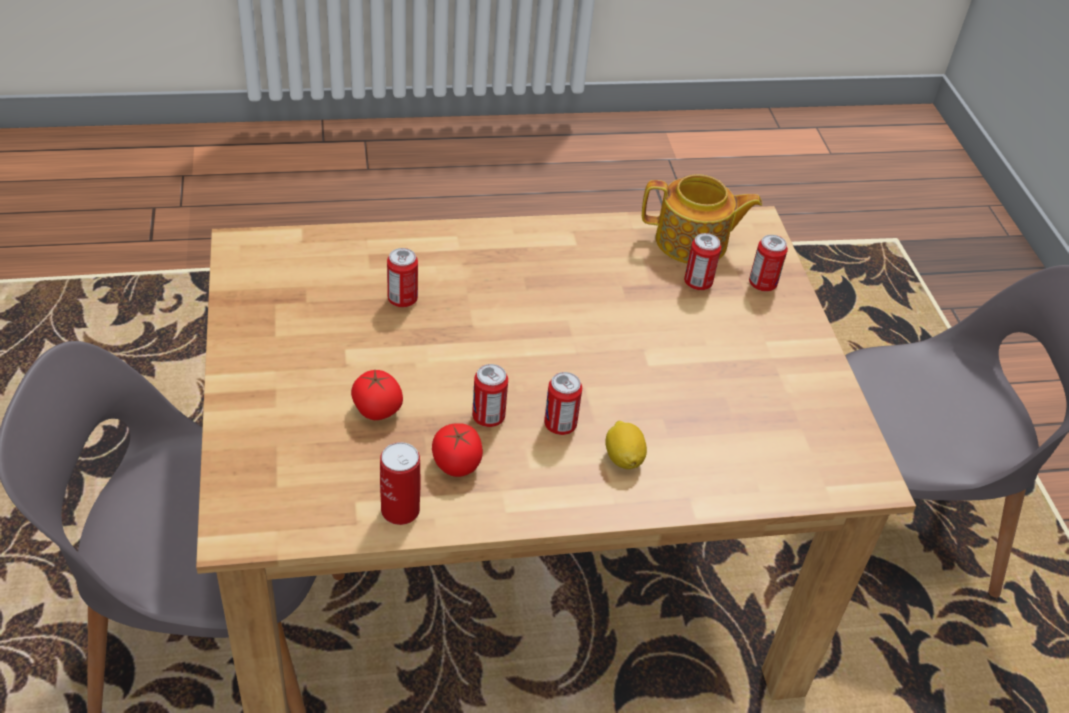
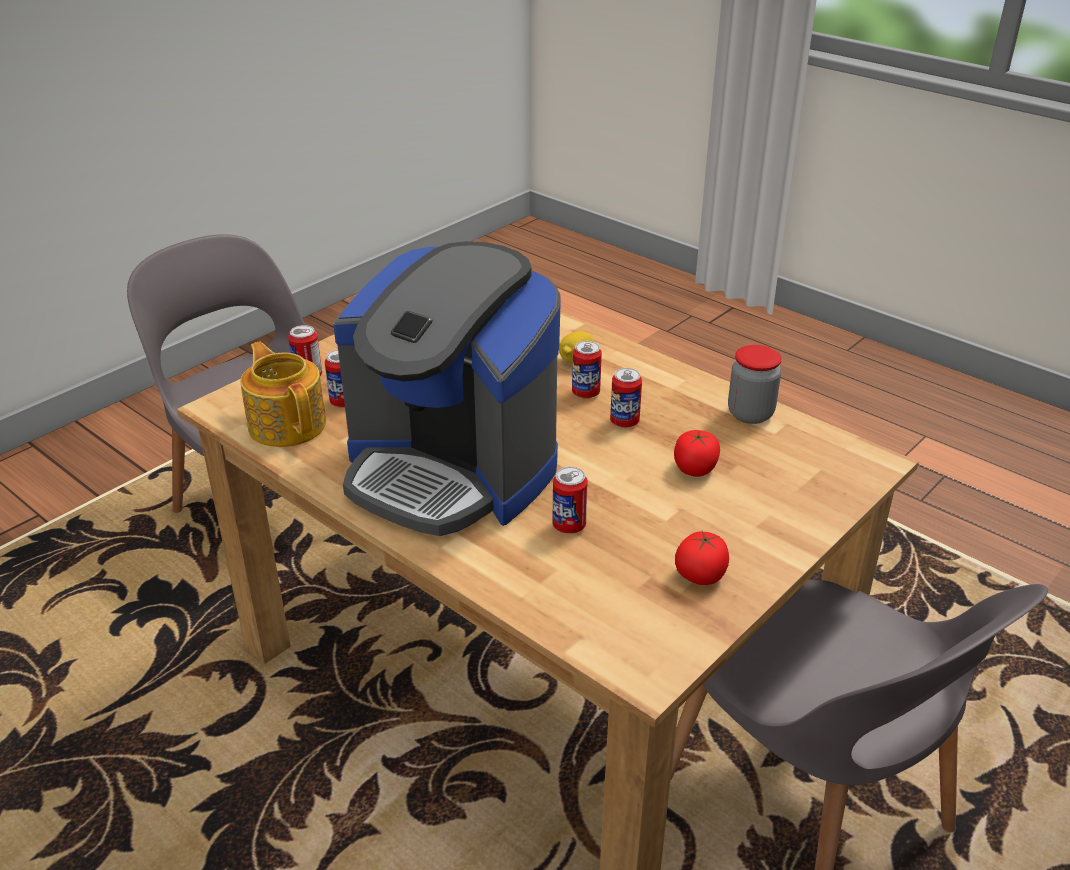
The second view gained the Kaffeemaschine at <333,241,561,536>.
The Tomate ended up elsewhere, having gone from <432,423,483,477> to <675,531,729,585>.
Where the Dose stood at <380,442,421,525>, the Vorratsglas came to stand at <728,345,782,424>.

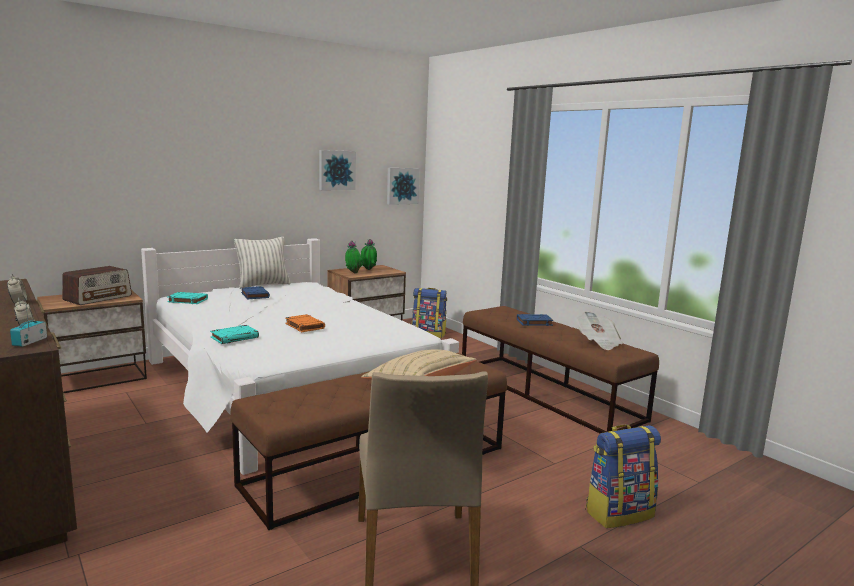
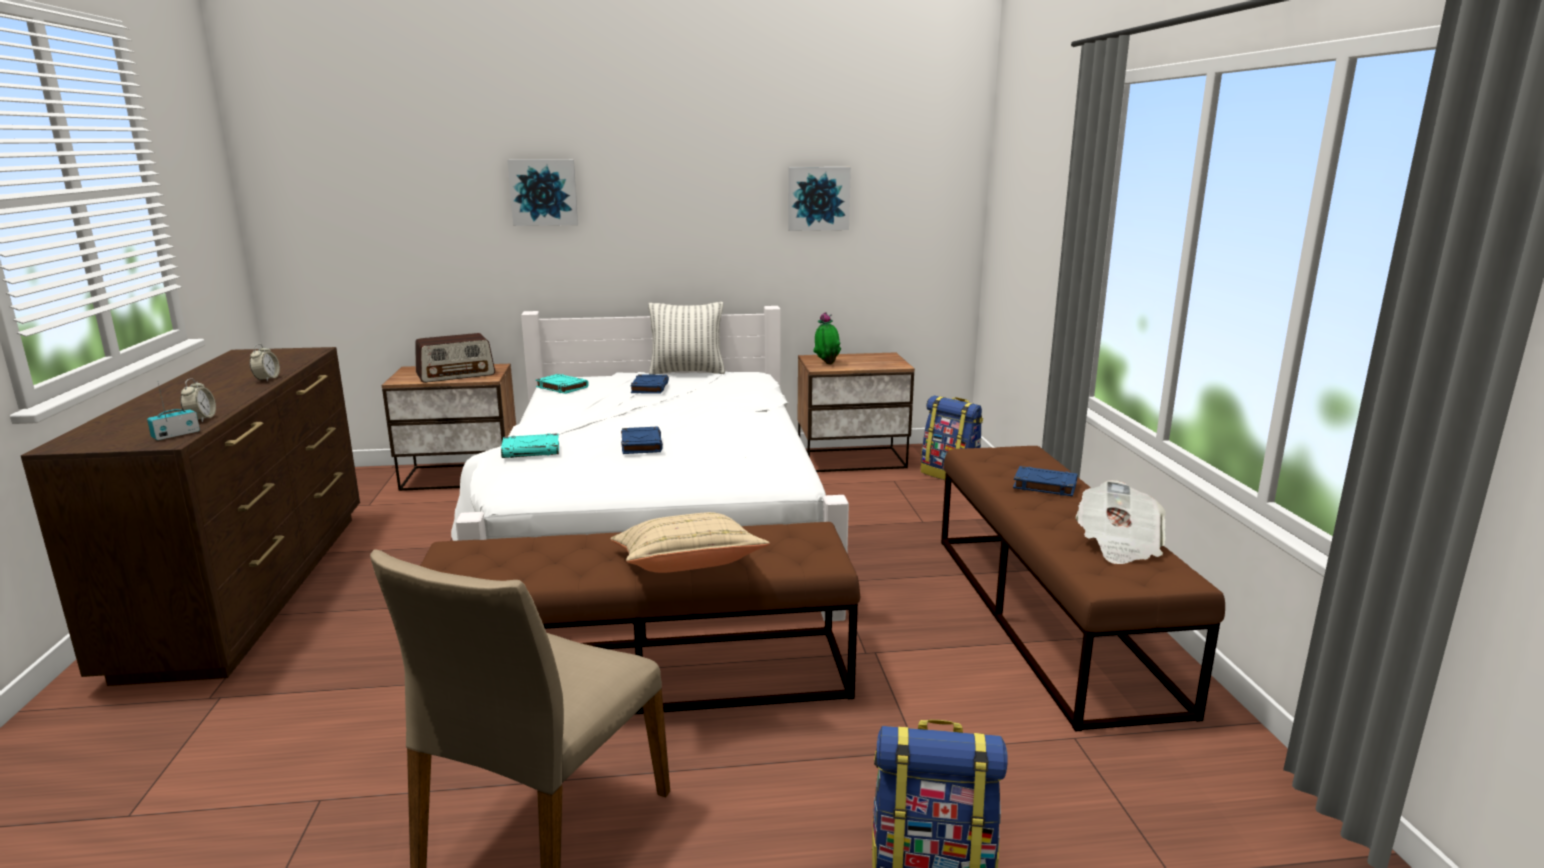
The second view lost the Topfpflanze at <361,239,377,270>.
The Bild ended up elsewhere, having gone from <387,168,420,205> to <507,159,578,226>.
What was the Buch [orange] at <285,314,325,332> turned into the Buch [blau] at <621,427,663,454>.

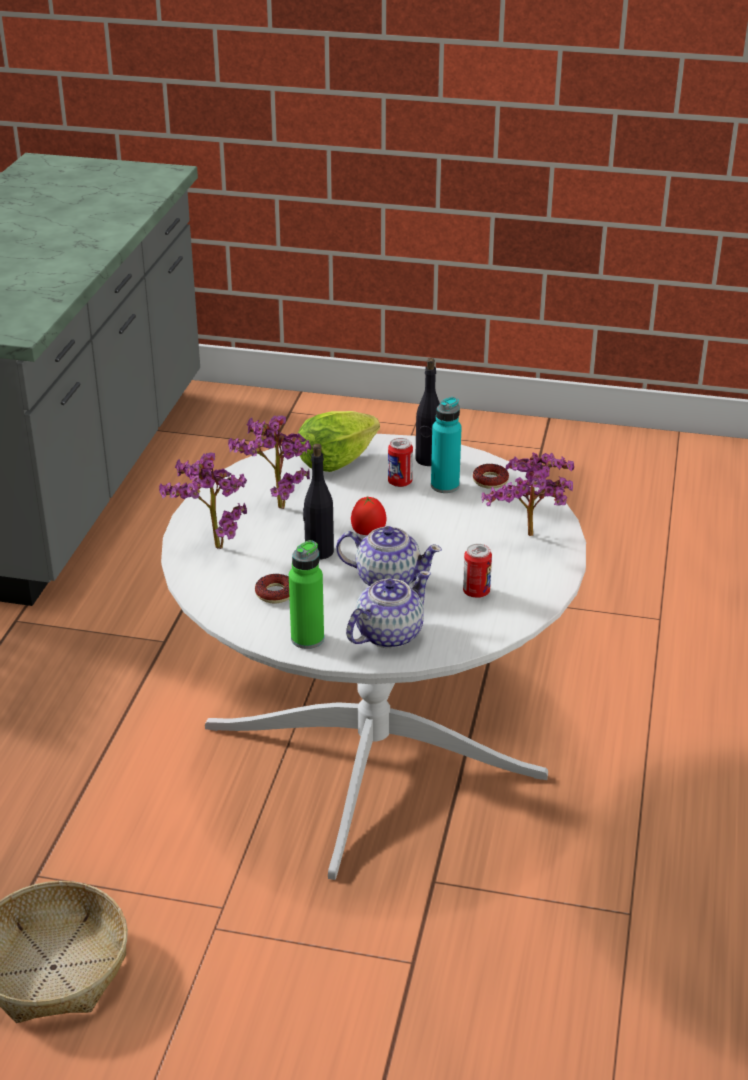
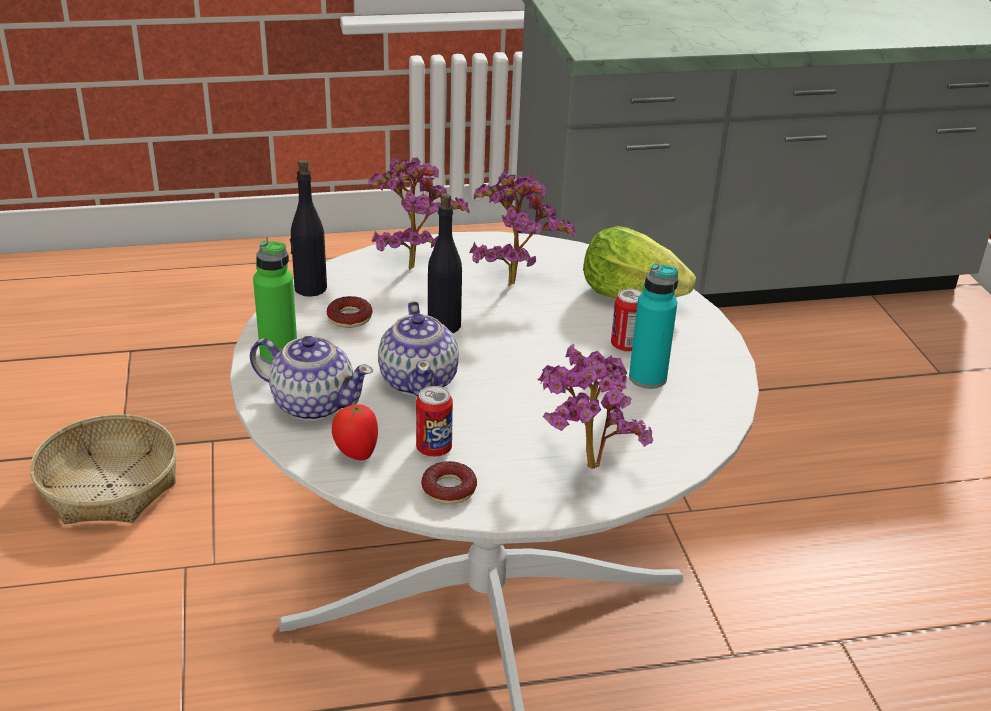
The Tomate ended up elsewhere, having gone from <351,497,387,535> to <332,403,378,461>.
The Flasche [schwarz] ended up elsewhere, having gone from <415,358,440,466> to <290,159,327,297>.
The Donut ended up elsewhere, having gone from <473,464,509,489> to <421,461,477,504>.

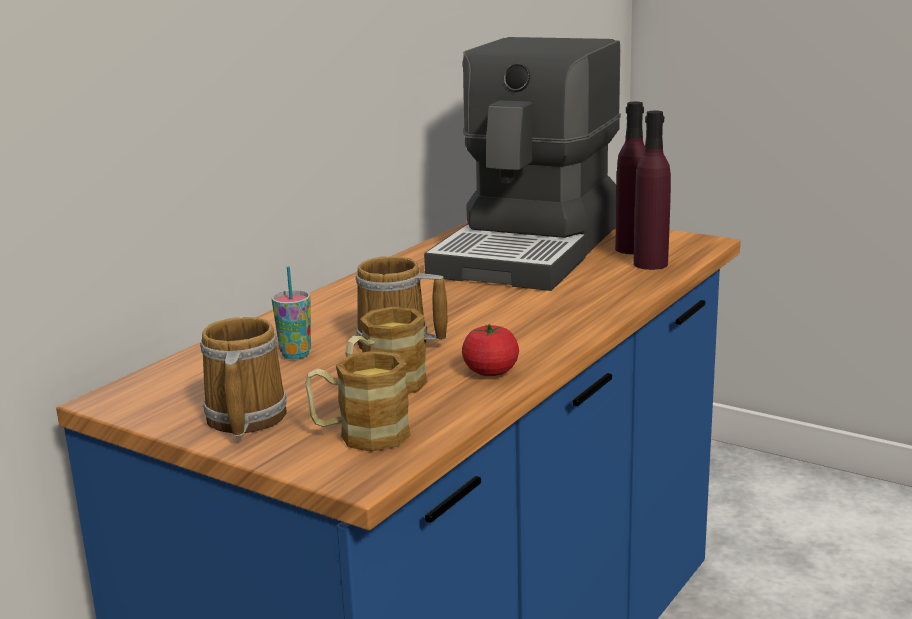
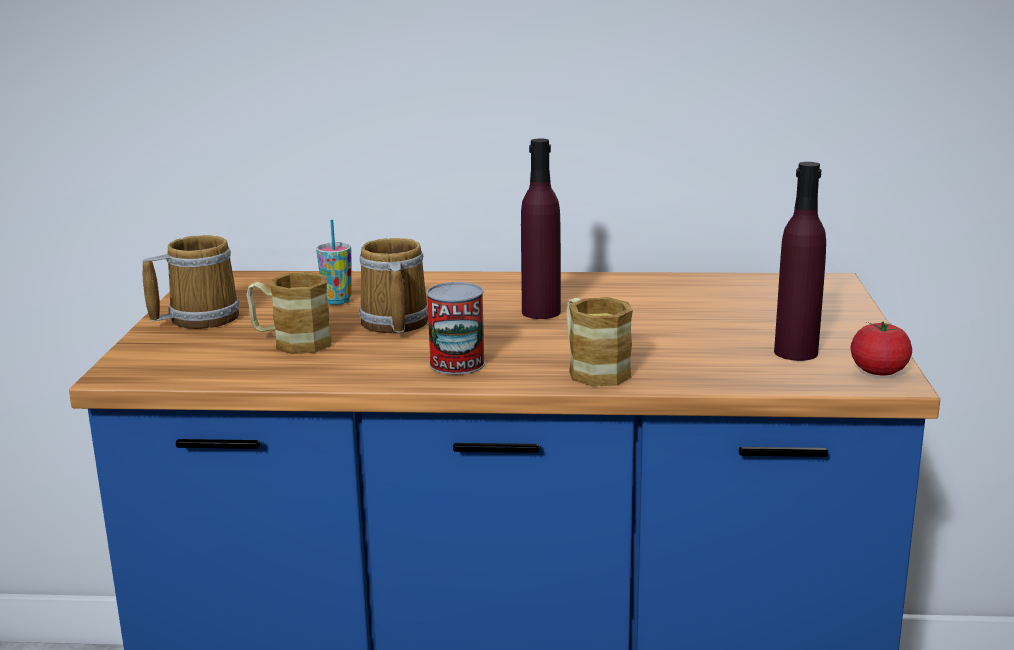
The second view lost the Kaffeemaschine at <424,37,621,291>.
The second view gained the Dose at <427,282,485,375>.
The Henkelbecher ended up elsewhere, having gone from <305,351,411,452> to <567,297,633,387>.
The Tomate ended up elsewhere, having gone from <462,324,519,376> to <850,322,912,375>.
The Flasche [lila] ended up elsewhere, having gone from <633,111,671,270> to <521,139,561,319>.

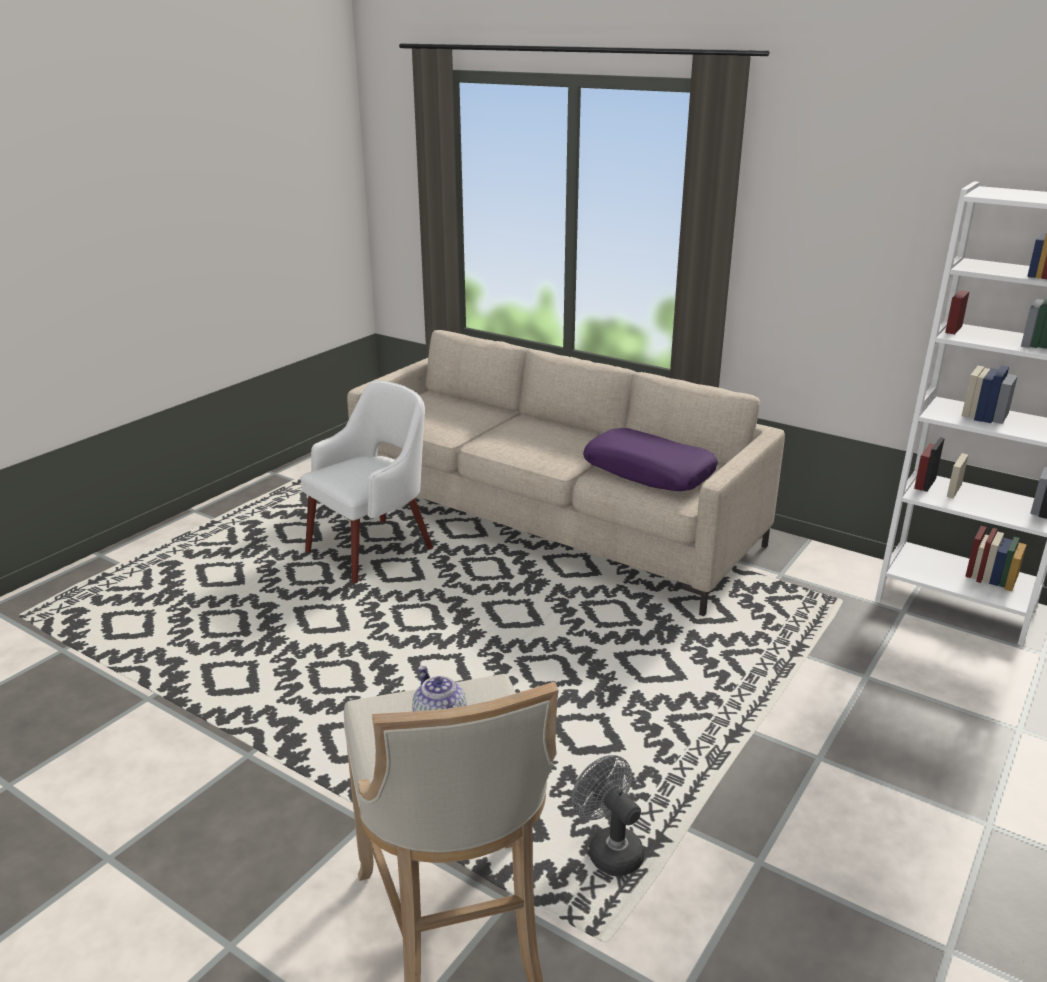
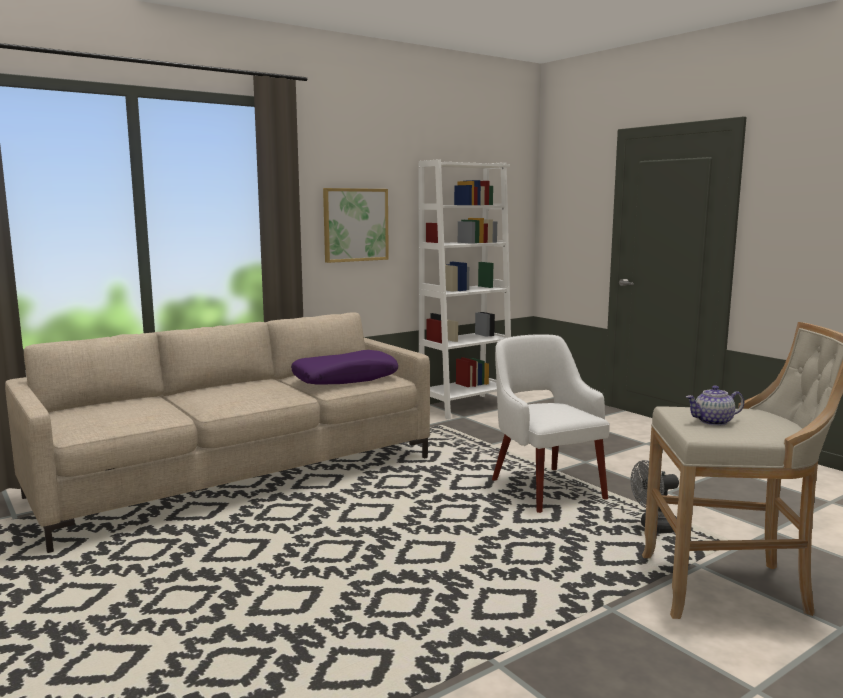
The second view gained the Bild at <323,188,389,263>.
The Sessel [weiß] ended up elsewhere, having gone from <301,381,433,583> to <492,334,610,513>.

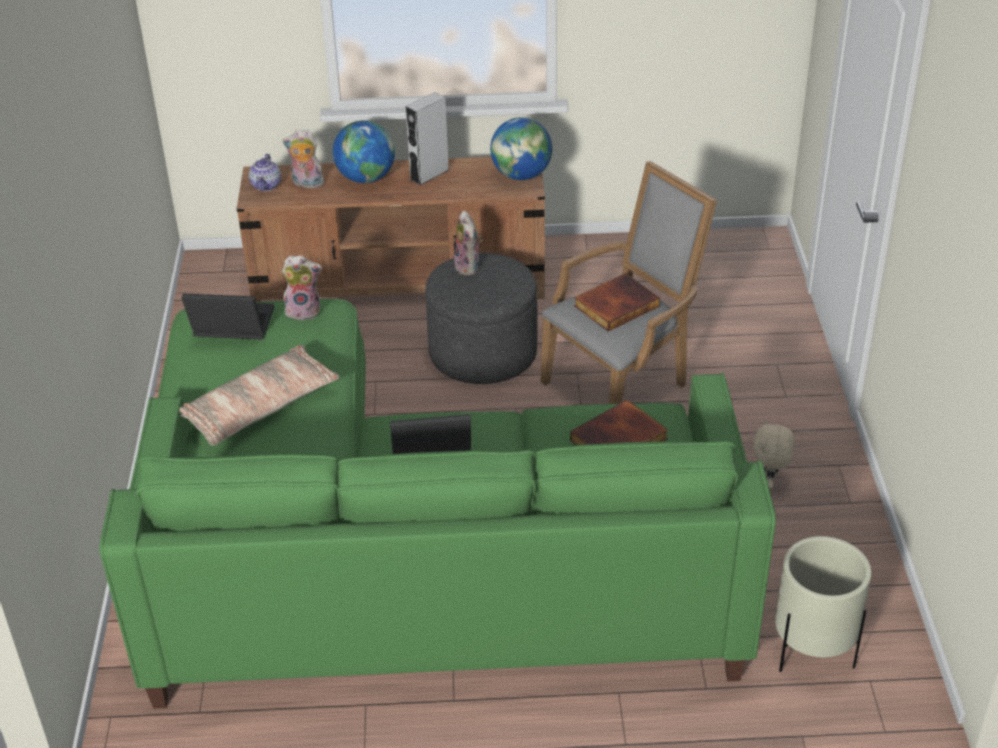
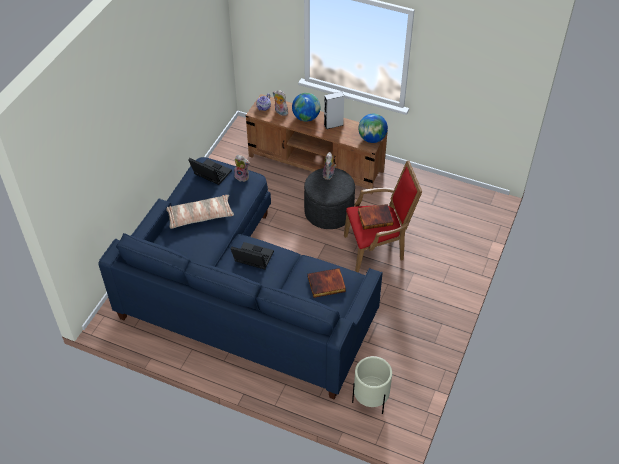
The second view lost the Plüschtier [beige] at <753,420,795,489>.
What was the Sofa [grün] at <99,299,776,709> turned into the Sofa [blau] at <98,157,382,399>.
What was the Sessel [grau] at <541,161,717,404> turned into the Sessel [rot] at <344,161,422,272>.

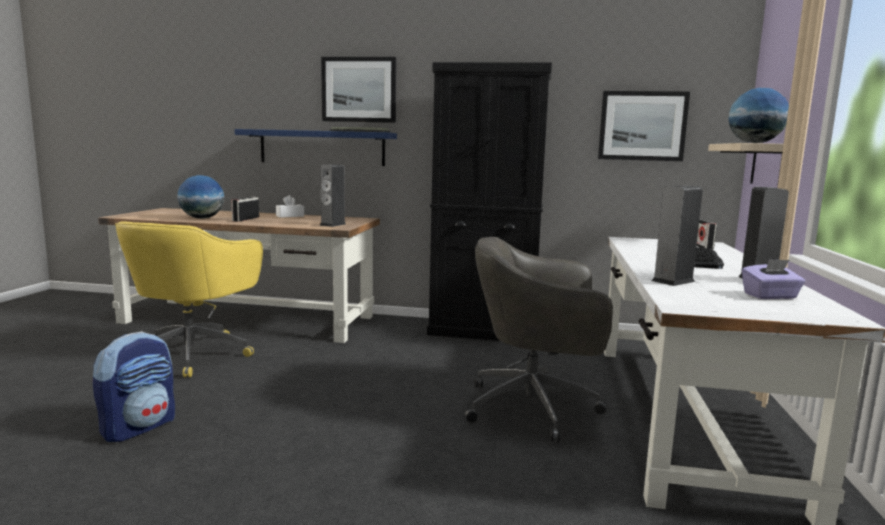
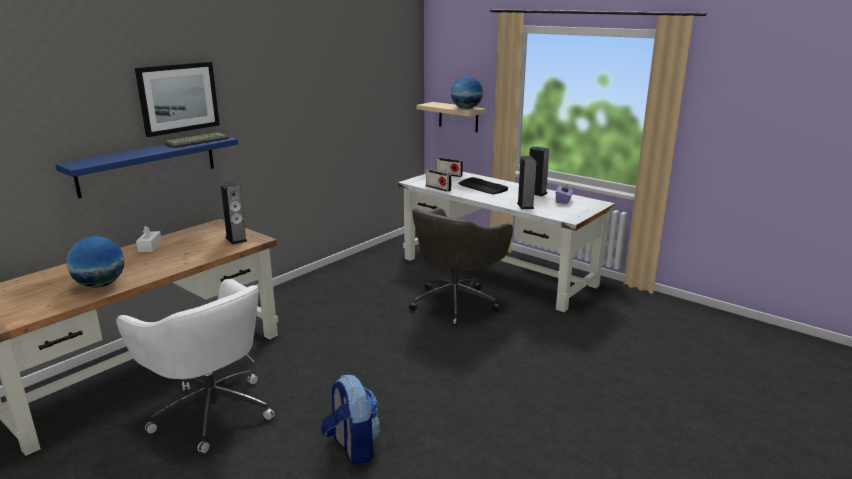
The second view lost the Schrank [schwarz] at <427,62,552,341>.
The second view lost the Bild at <598,91,690,161>.
The Radio ended up elsewhere, having gone from <231,197,259,222> to <426,169,452,192>.
What was the Bürostuhl [gelb] at <115,221,263,377> turned into the Bürostuhl [weiß] at <116,279,274,453>.

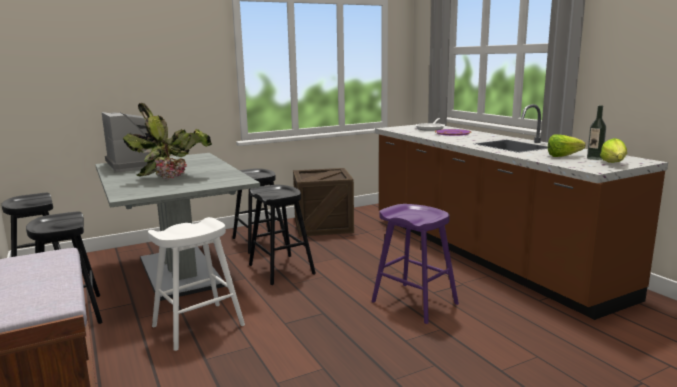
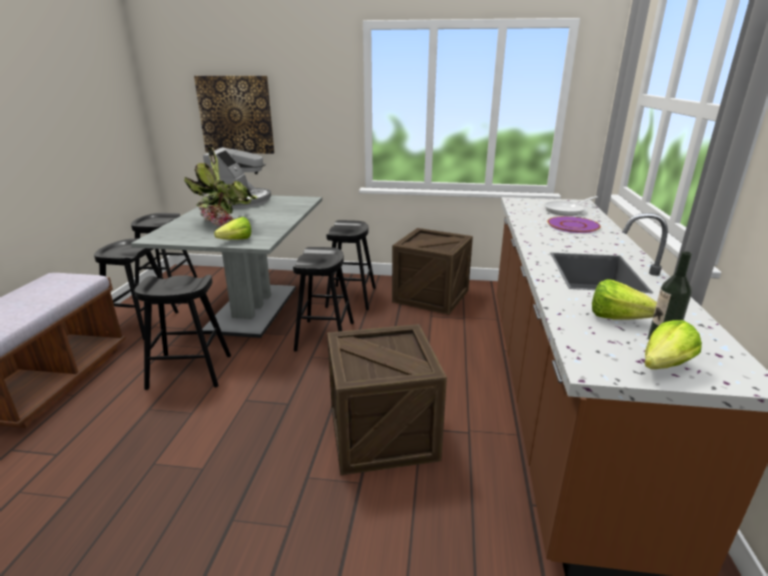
The second view gained the Bild at <194,76,274,154>.
The second view gained the Salatkopf at <214,217,251,239>.
Where the Hocker [lila] stood at <372,204,459,324>, the Kiste came to stand at <327,324,447,475>.
What was the Hocker [weiß] at <148,217,245,351> turned into the Hocker [schwarz] at <134,275,231,390>.

